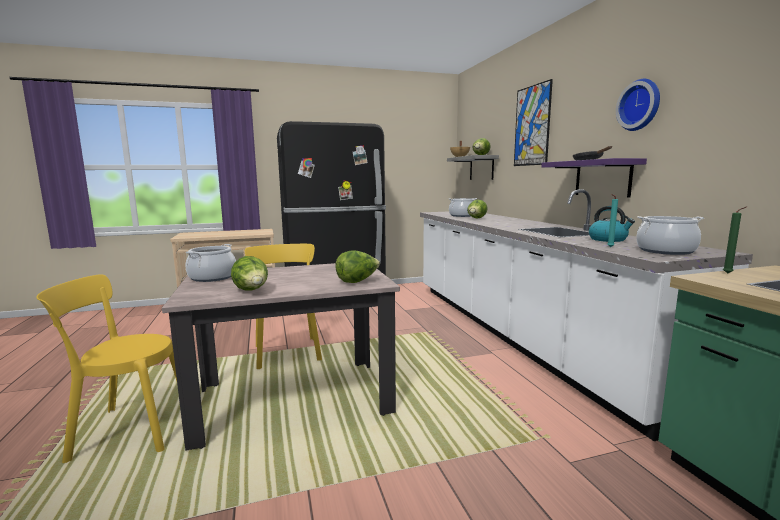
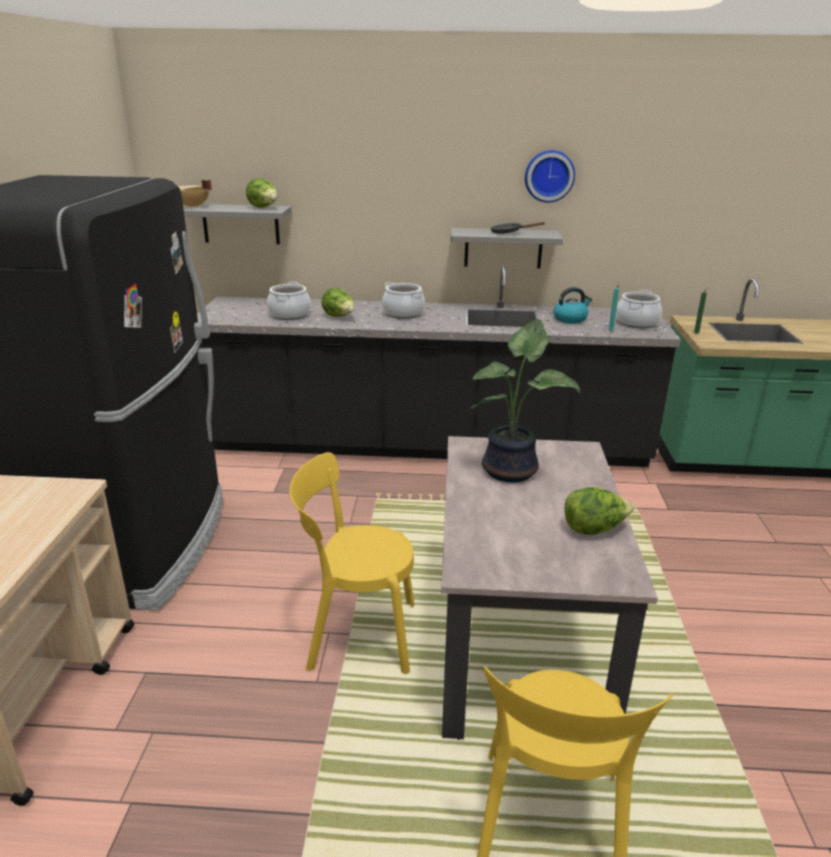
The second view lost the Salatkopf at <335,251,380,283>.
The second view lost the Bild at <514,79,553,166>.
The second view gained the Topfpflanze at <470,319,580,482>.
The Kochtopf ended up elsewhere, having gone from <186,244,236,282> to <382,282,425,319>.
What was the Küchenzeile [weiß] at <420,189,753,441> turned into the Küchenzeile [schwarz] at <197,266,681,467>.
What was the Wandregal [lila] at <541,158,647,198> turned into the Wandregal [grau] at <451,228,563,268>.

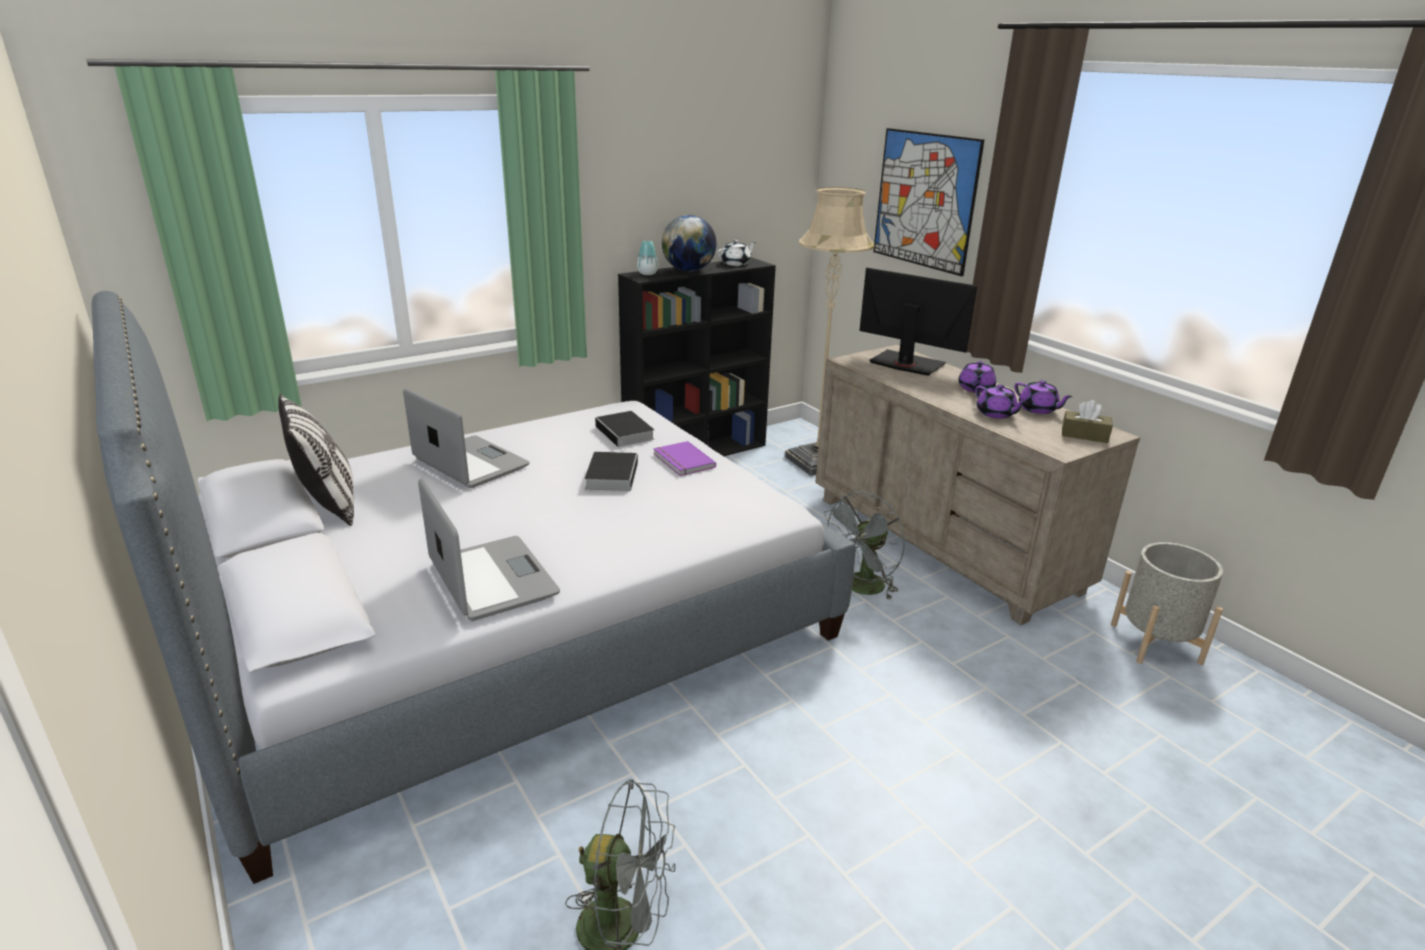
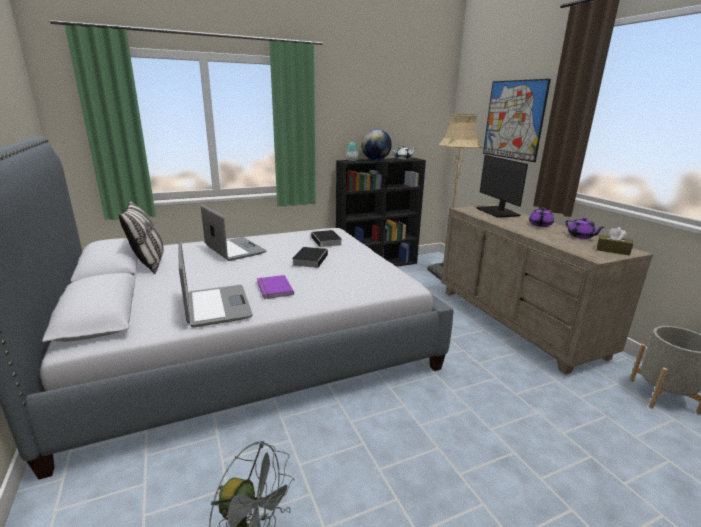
The second view lost the Ventilator [grau] at <824,492,905,600>.
The second view lost the Teekanne [lila] at <975,384,1027,419>.
The Buch [lila] ended up elsewhere, having gone from <653,441,716,476> to <257,275,294,299>.
The Monitor at <859,267,977,376> ended up facing another way, 150 degrees counterclockwise from before.

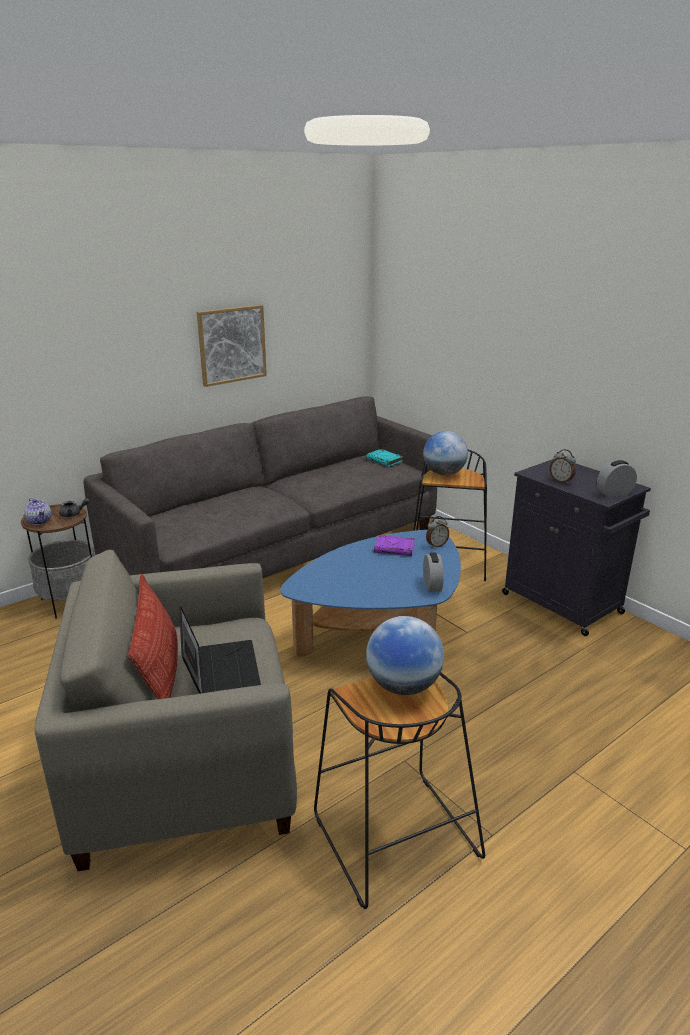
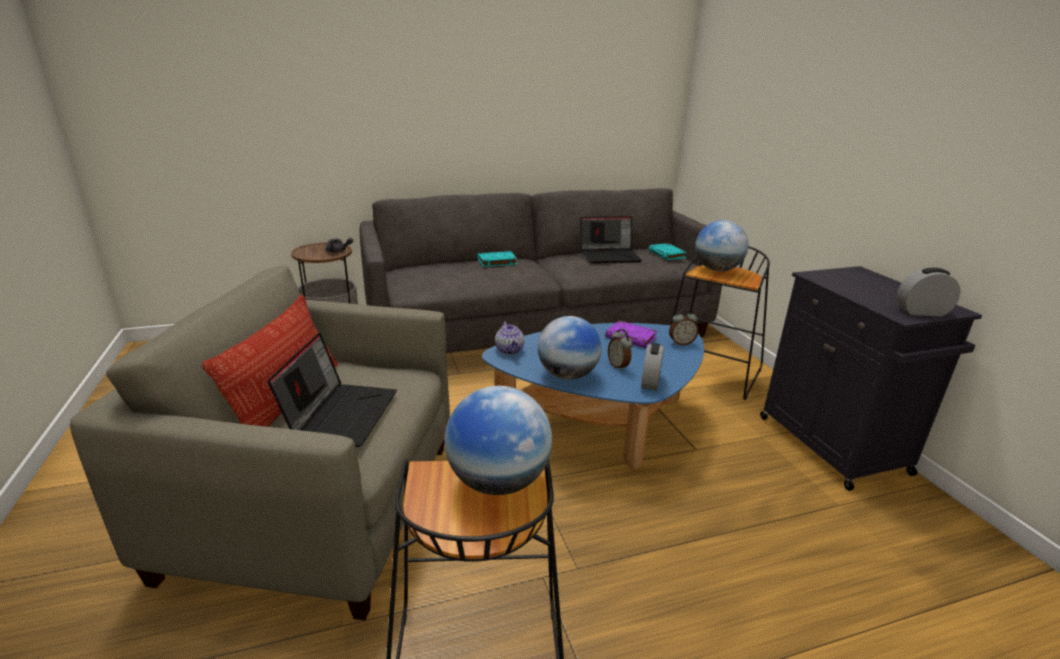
The second view lost the Bild at <197,305,267,387>.
The second view gained the Buch [türkis] at <478,251,517,267>.
The second view gained the Globus at <538,316,602,380>.
The second view gained the Laptop at <580,216,642,263>.
The Teekanne ended up elsewhere, having gone from <24,498,51,525> to <495,322,524,355>.
The Wecker ended up elsewhere, having gone from <550,449,576,484> to <608,329,633,371>.

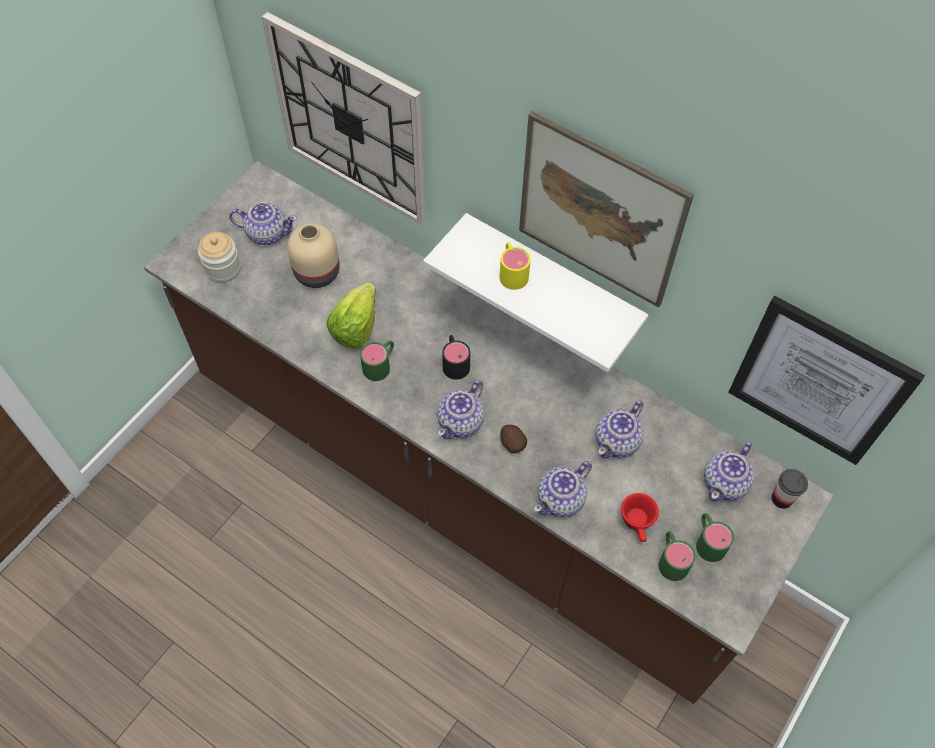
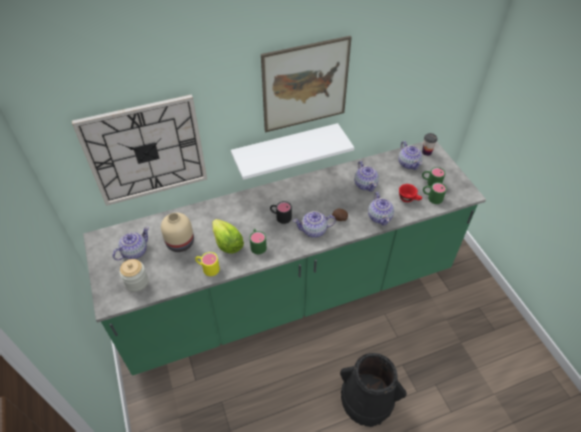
The second view lost the Bild at <728,295,925,465>.
The second view gained the Eimer [schwarz] at <340,353,407,427>.
The Henkelbecher [gelb] ended up elsewhere, having gone from <499,242,531,290> to <195,252,220,276>.
What was the Küchenzeile [braun] at <144,161,834,704> turned into the Küchenzeile [grün] at <83,142,486,376>.
The Teekanne at <437,380,485,440> ended up facing another way, 105 degrees clockwise from before.

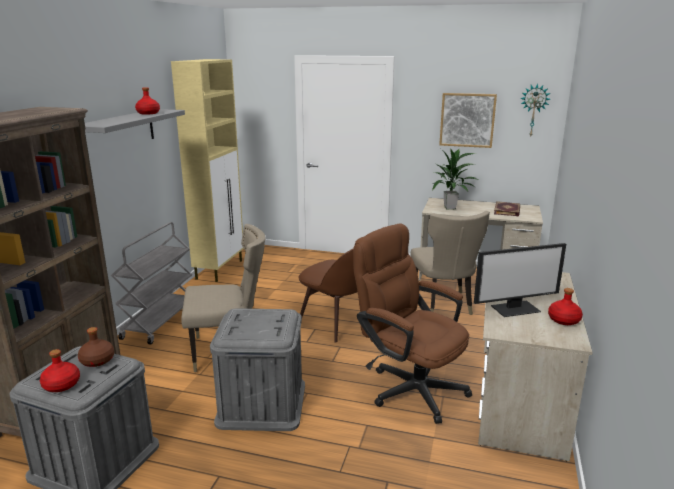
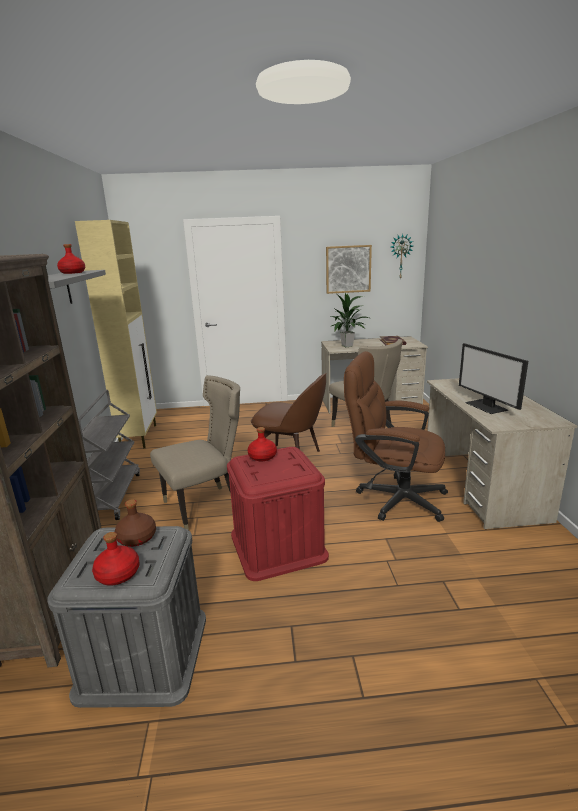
The Flasche [rot] ended up elsewhere, having gone from <548,288,583,325> to <248,427,277,461>.
What was the Aufbewahrungsbox [grau] at <210,308,305,431> turned into the Aufbewahrungsbox [rot] at <227,447,329,581>.
The Monitor at <474,243,566,317> ended up facing another way, 105 degrees clockwise from before.

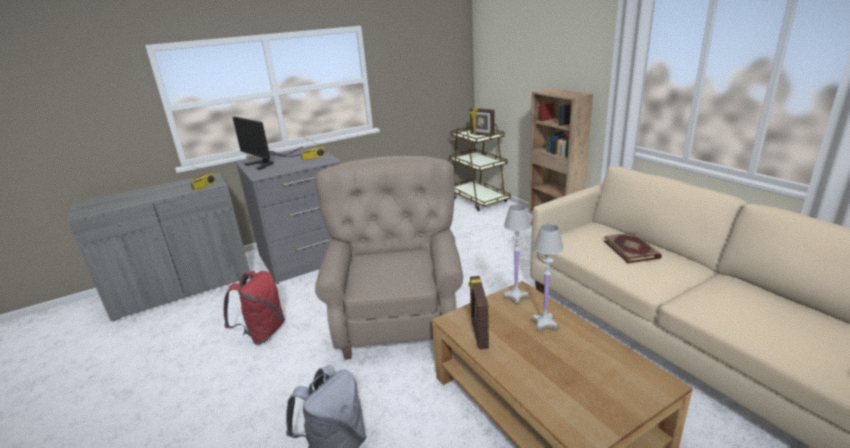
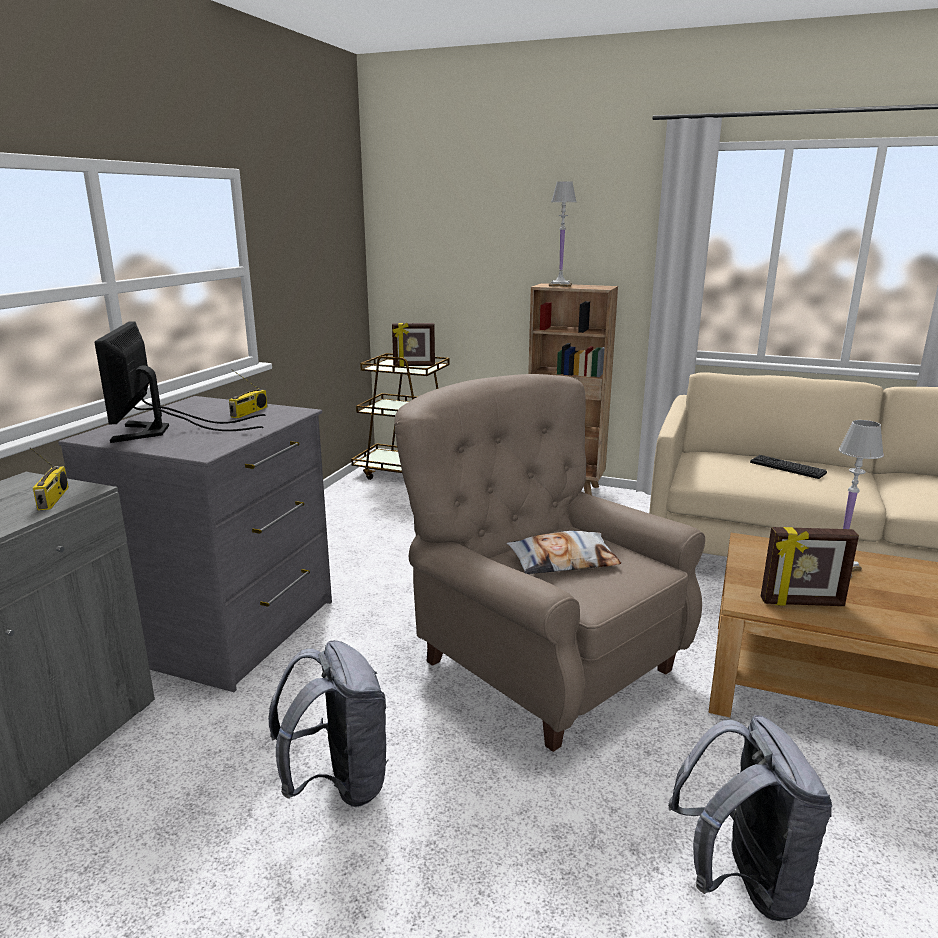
The second view gained the Kissen at <507,531,621,574>.
The Tischlampe [weiß] ended up elsewhere, having gone from <502,204,531,304> to <549,181,577,287>.
Where the Buch stood at <604,233,662,263>, the Tastatur came to stand at <750,455,827,479>.
What was the Rucksack [rot] at <223,271,285,345> turned into the Rucksack [grau] at <268,640,388,807>.
The Monitor at <233,117,303,170> ended up facing another way, 75 degrees clockwise from before.
The Bilderrahmen at <469,276,489,350> ended up facing another way, 45 degrees counterclockwise from before.

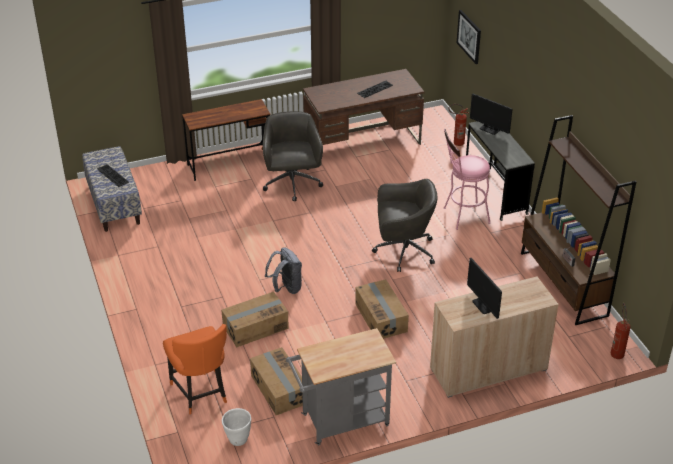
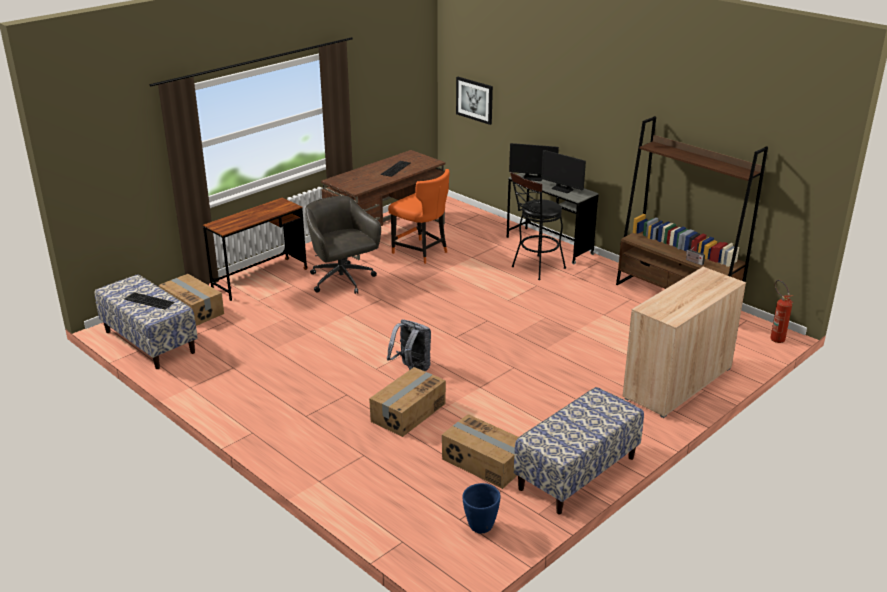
The second view lost the Bürostuhl [grau] at <372,179,437,272>.
The second view lost the Feuerlöscher at <448,104,469,146>.
The Stuhl [orange] ended up elsewhere, having gone from <163,324,227,414> to <388,169,450,264>.
The Karton ended up elsewhere, having gone from <355,279,409,339> to <159,274,224,326>.
The Monitor ended up elsewhere, having gone from <467,258,502,319> to <541,150,586,193>.
Where the Rollwagen [grau] stood at <286,328,396,446>, the Bank came to stand at <514,387,644,514>.
What was the Pflanzkübel [weiß] at <222,408,251,446> turned into the Pflanzkübel [blau] at <462,483,500,534>.
What was the Hocker [rosa] at <444,129,491,230> turned into the Hocker [schwarz] at <510,172,566,280>.

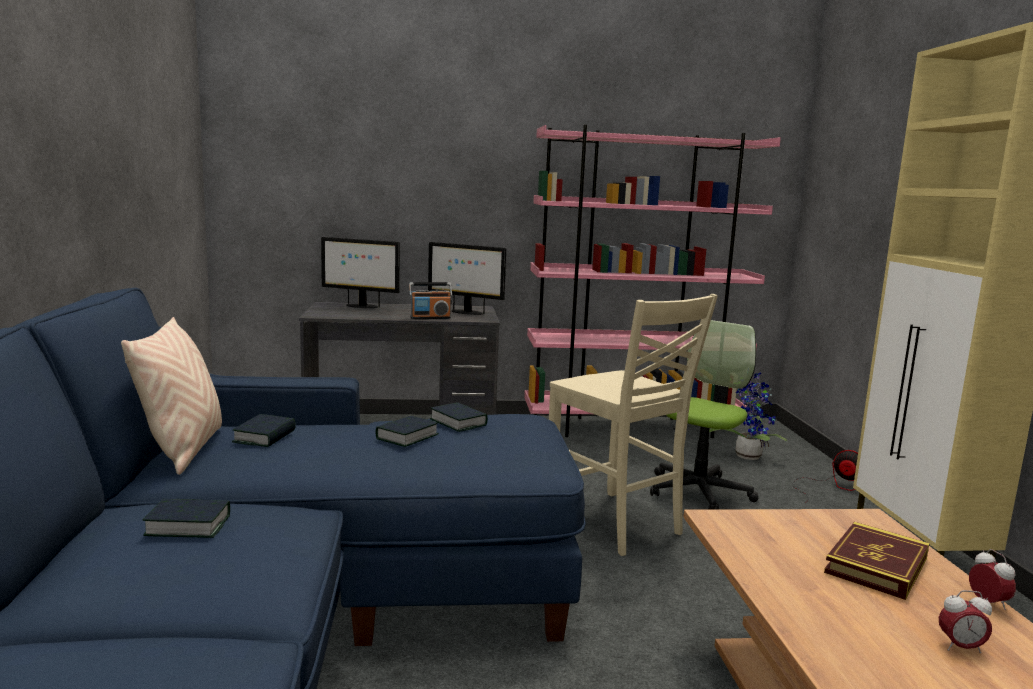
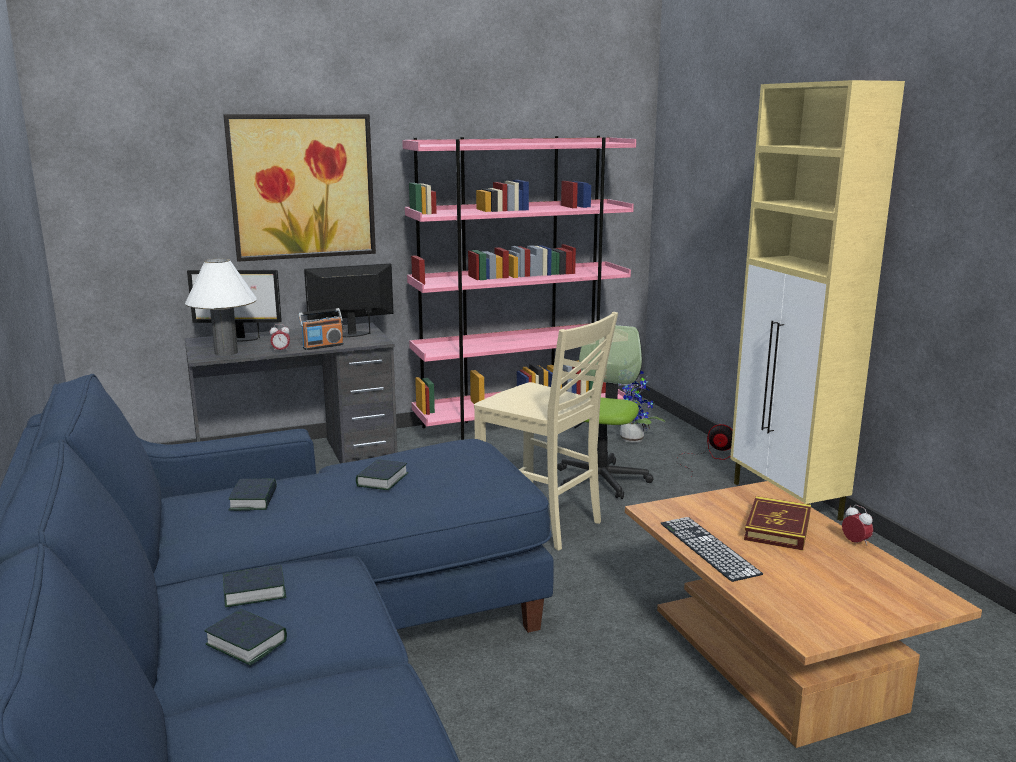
The second view lost the Kissen [beige] at <121,317,222,475>.
The second view gained the Tischlampe [weiß] at <185,259,257,356>.
The second view gained the Bild at <223,114,376,262>.
The second view gained the Tastatur at <661,517,763,582>.
The Buch ended up elsewhere, having gone from <430,402,488,432> to <204,609,287,665>.
The Wecker ended up elsewhere, having gone from <939,590,992,653> to <270,324,290,351>.
The Monitor at <428,242,506,315> ended up facing another way, 150 degrees clockwise from before.

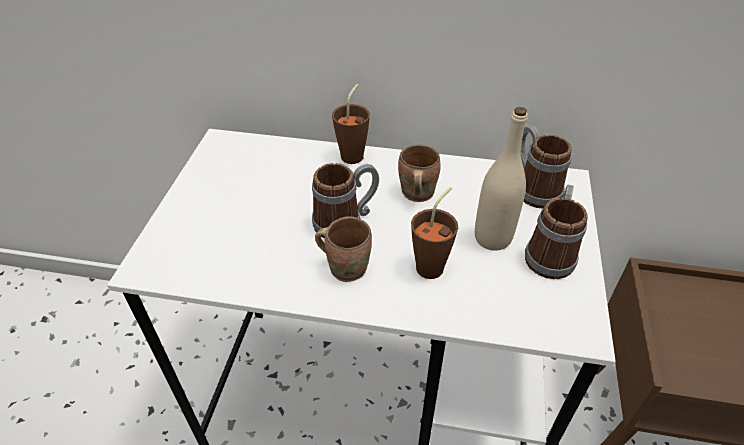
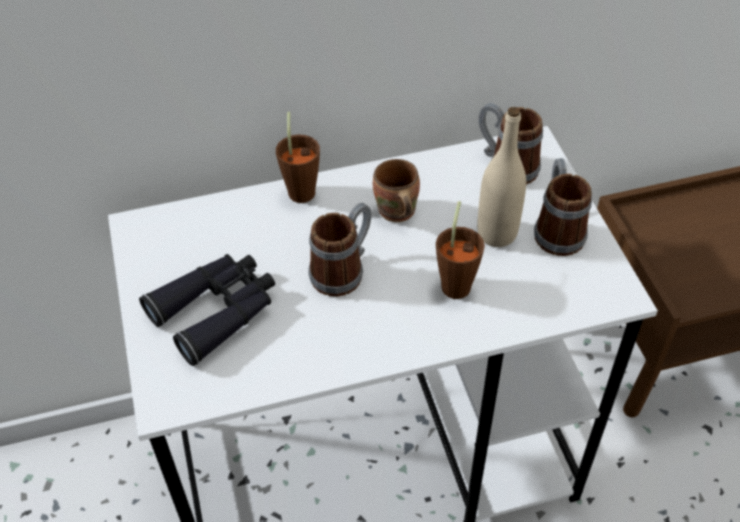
The second view lost the Henkelbecher [braun] at <315,216,372,282>.
The second view gained the Fernglas [schwarz] at <139,254,275,366>.

